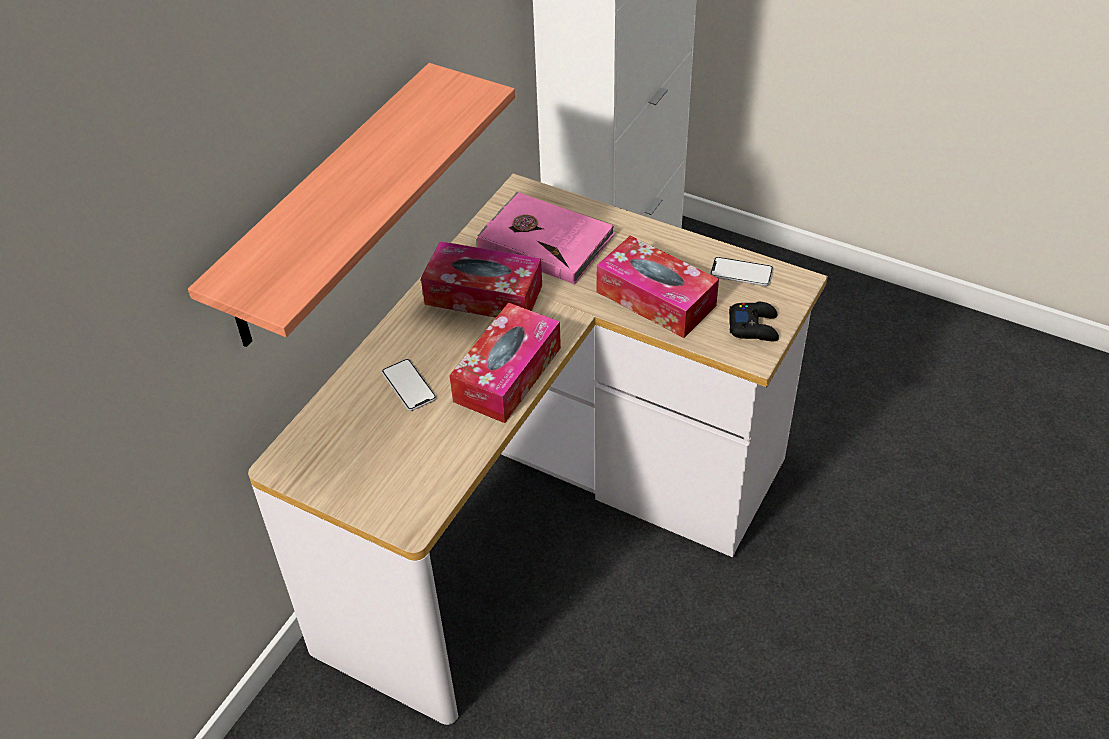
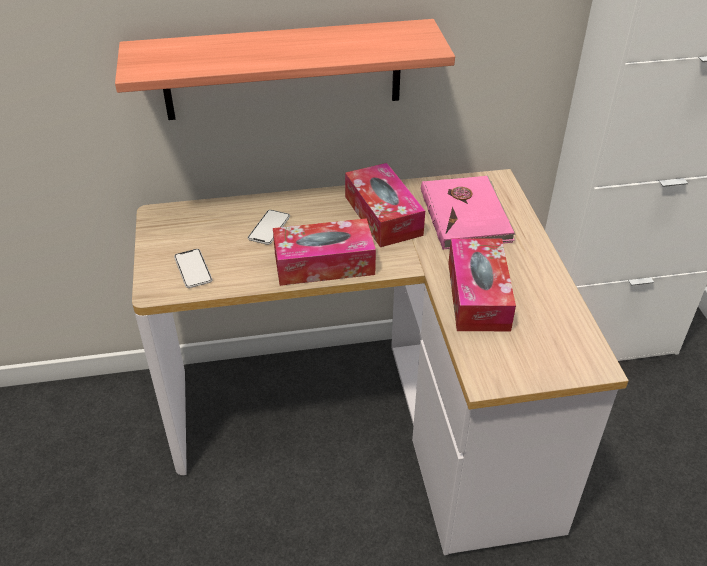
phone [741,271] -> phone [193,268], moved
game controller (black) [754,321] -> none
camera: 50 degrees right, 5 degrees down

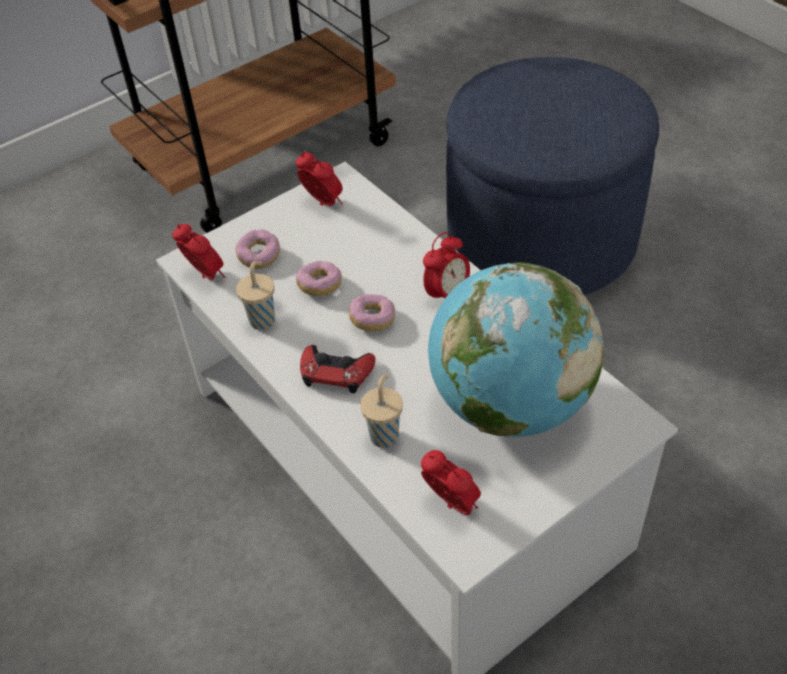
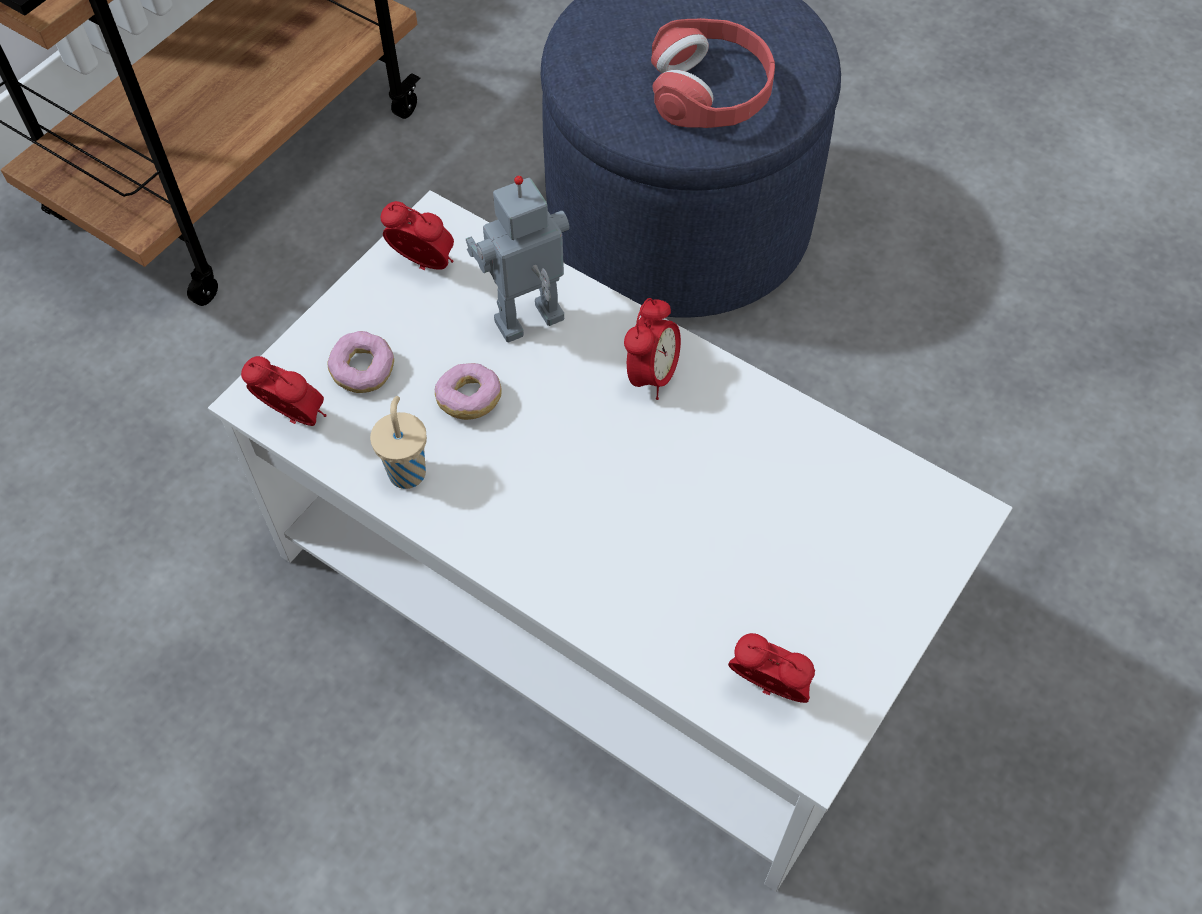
game controller (red) [338,369] -> none
donut [372,313] -> none
cup (beige) [381,411] -> none
globe [516,349] -> none
none -> toy robot [518,259]
none -> headphones (red) [713,73]
camera: 20 degrees left, 10 degrees up

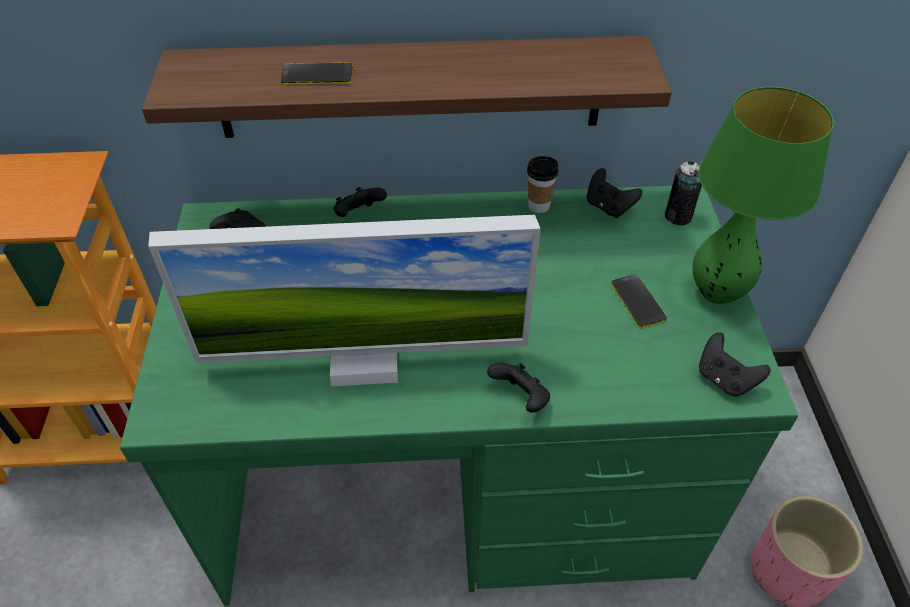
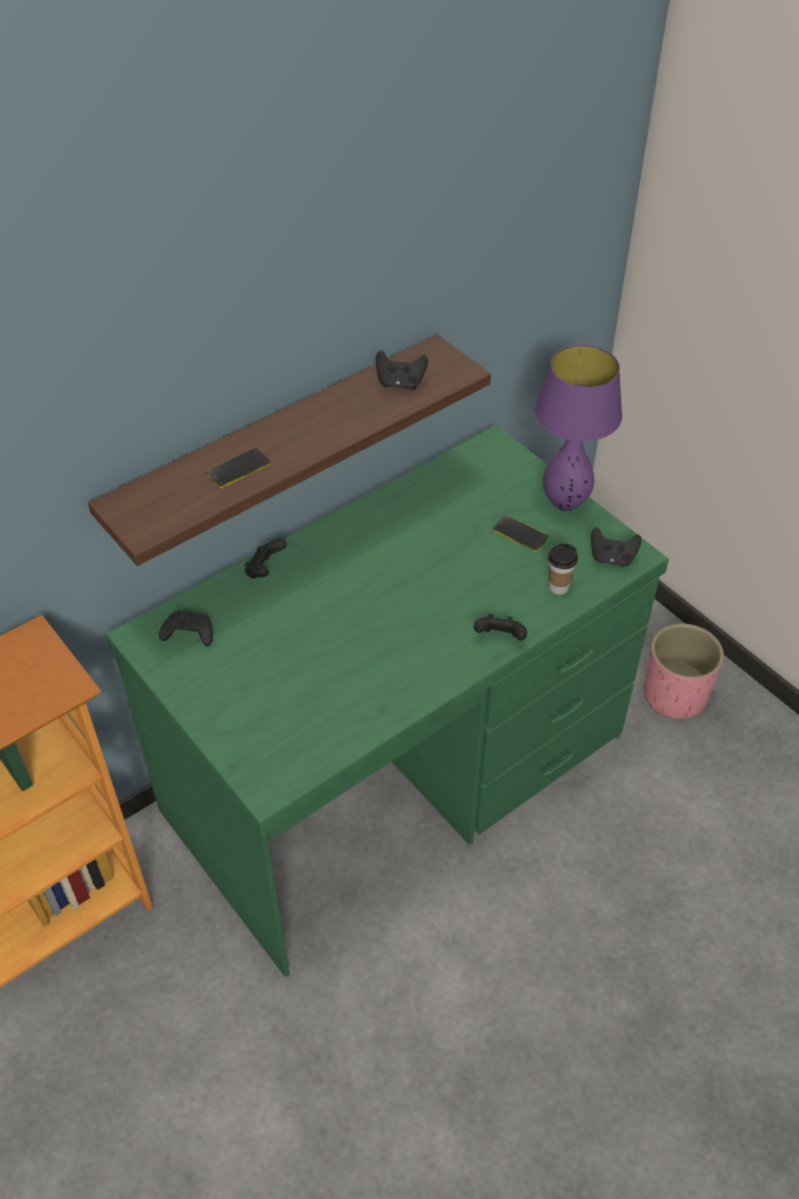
monitor [344,300] -> none
cup [543,184] -> cup [563,569], moved
game controller (black) [614,193] -> game controller (black) [402,370], moved
can [683,193] -> none
table lamp (green) [763,195] -> table lamp (purple) [578,428]
camera: 35 degrees left, 0 degrees up

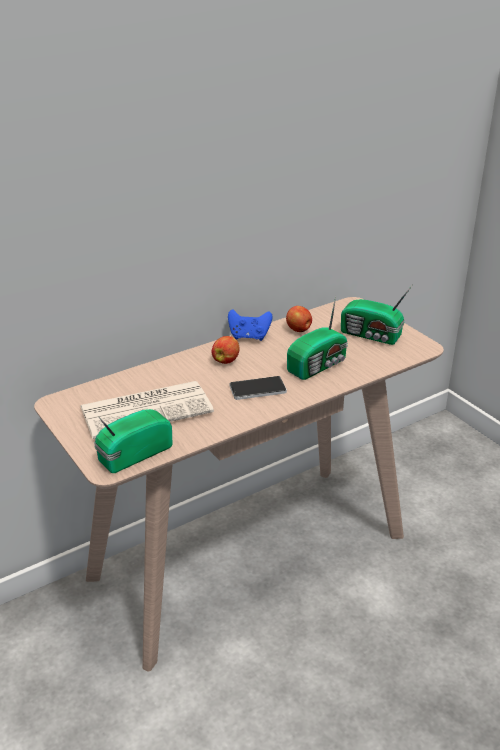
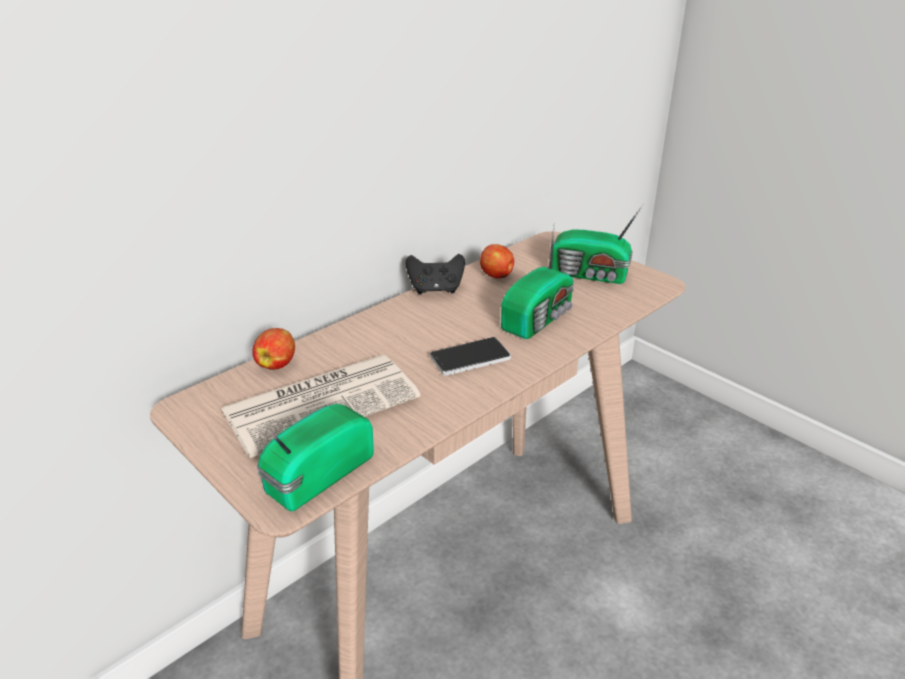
apple [226,350] -> apple [273,349], moved
game controller (blue) [250,325] -> game controller (black) [435,274]
camera: 10 degrees left, 0 degrees up

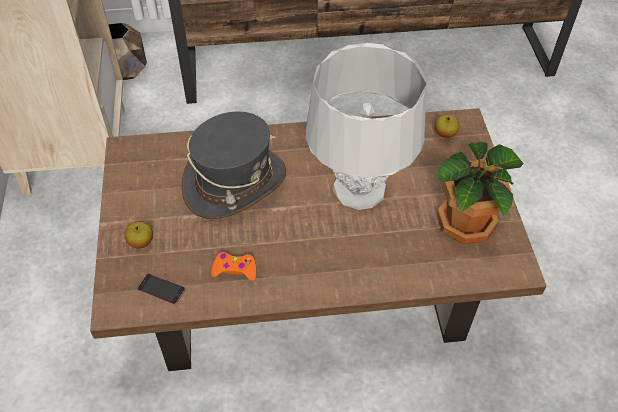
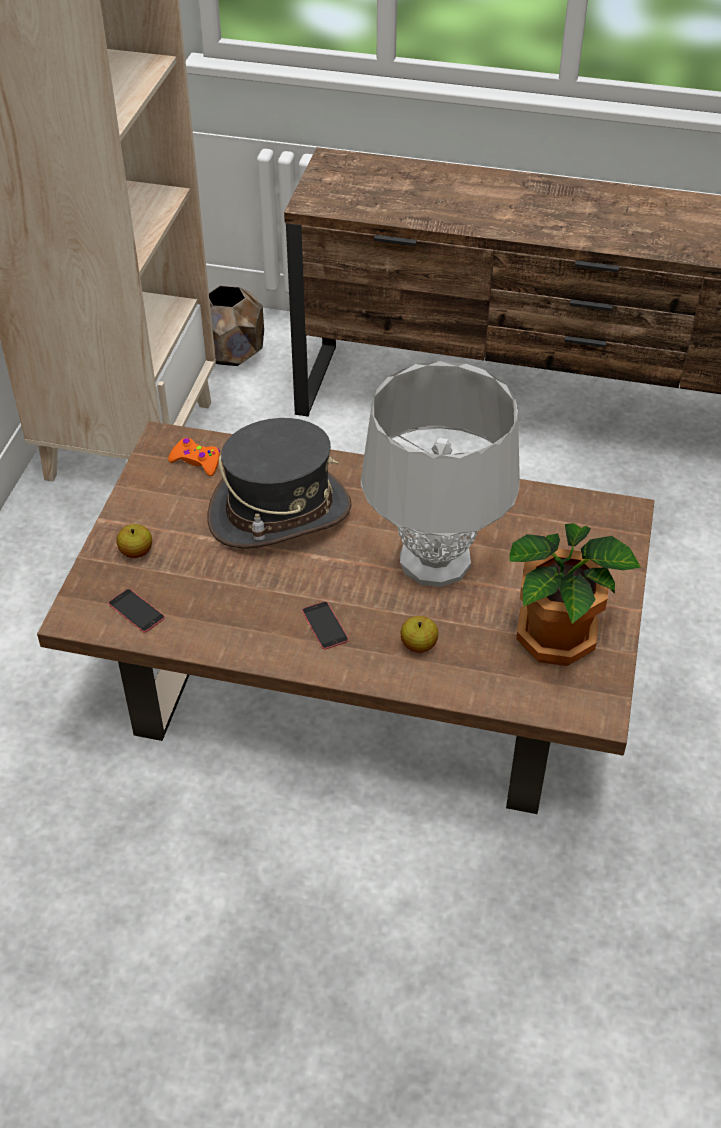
game controller (orange) [233,266] -> game controller (orange) [194,457], moved
apple [447,126] -> apple [419,634], moved
none -> phone [325,625]
camera: 20 degrees right, 5 degrees down

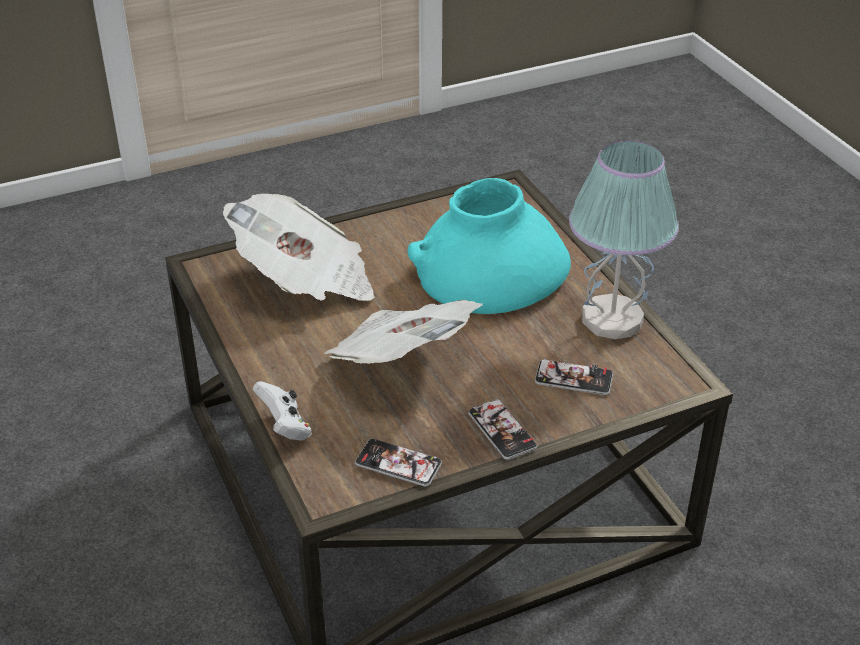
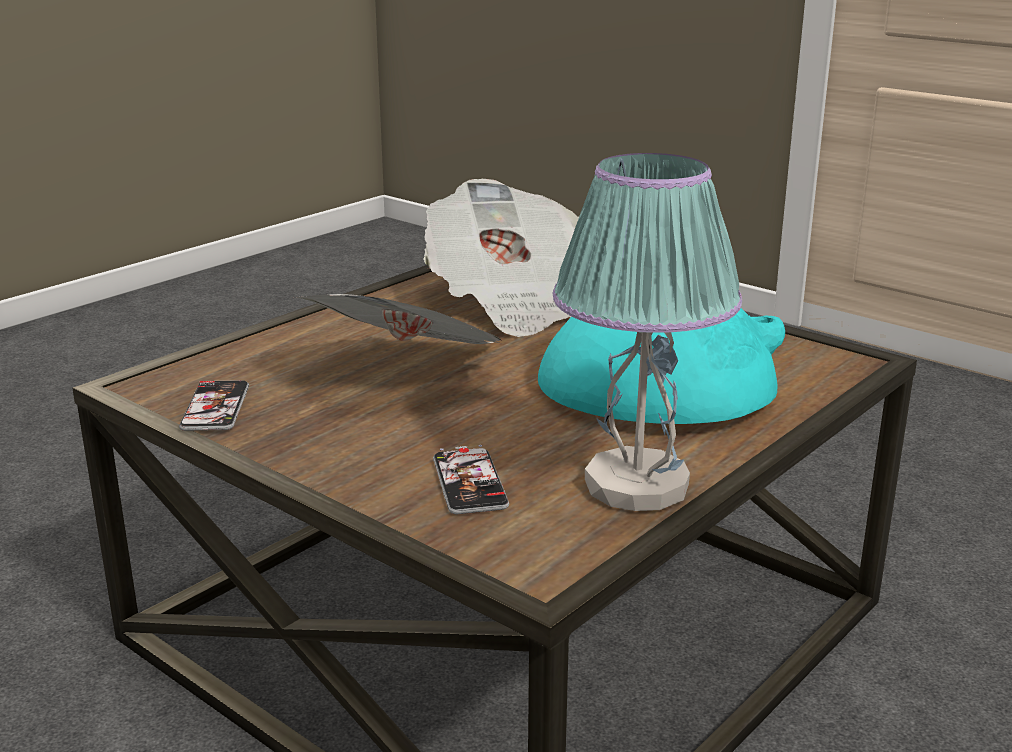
game controller (white) [282,411] -> none
phone [502,429] -> none
camera: 65 degrees right, 15 degrees down

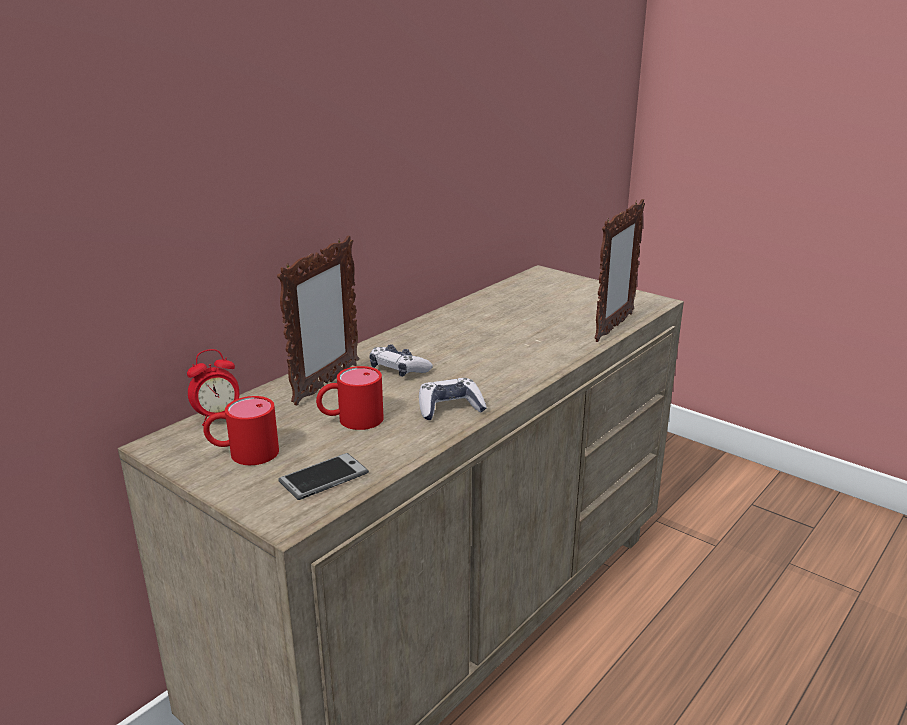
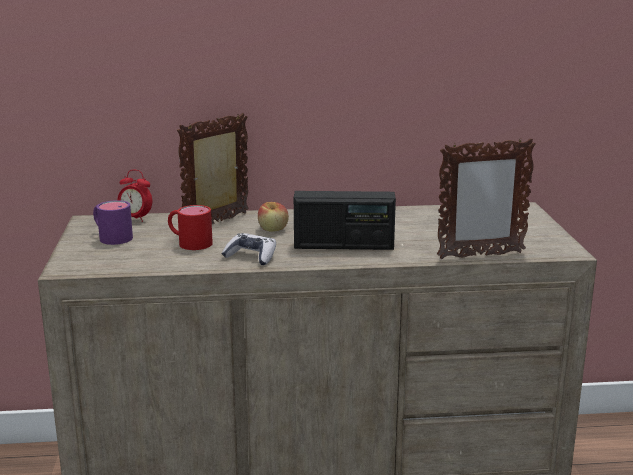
mug (red) [241,430] -> mug (purple) [113,222]
picture frame [318,320] -> picture frame [212,168], 150 degrees clockwise
phone [323,476] -> none
game controller [401,360] -> apple [273,216]
none -> radio [345,220]
camera: 45 degrees right, 5 degrees down

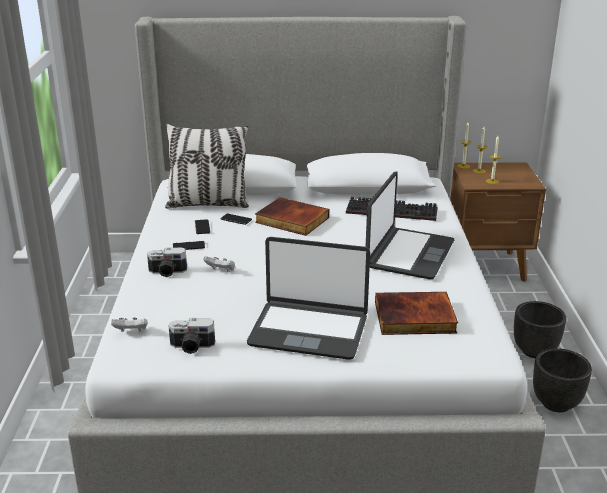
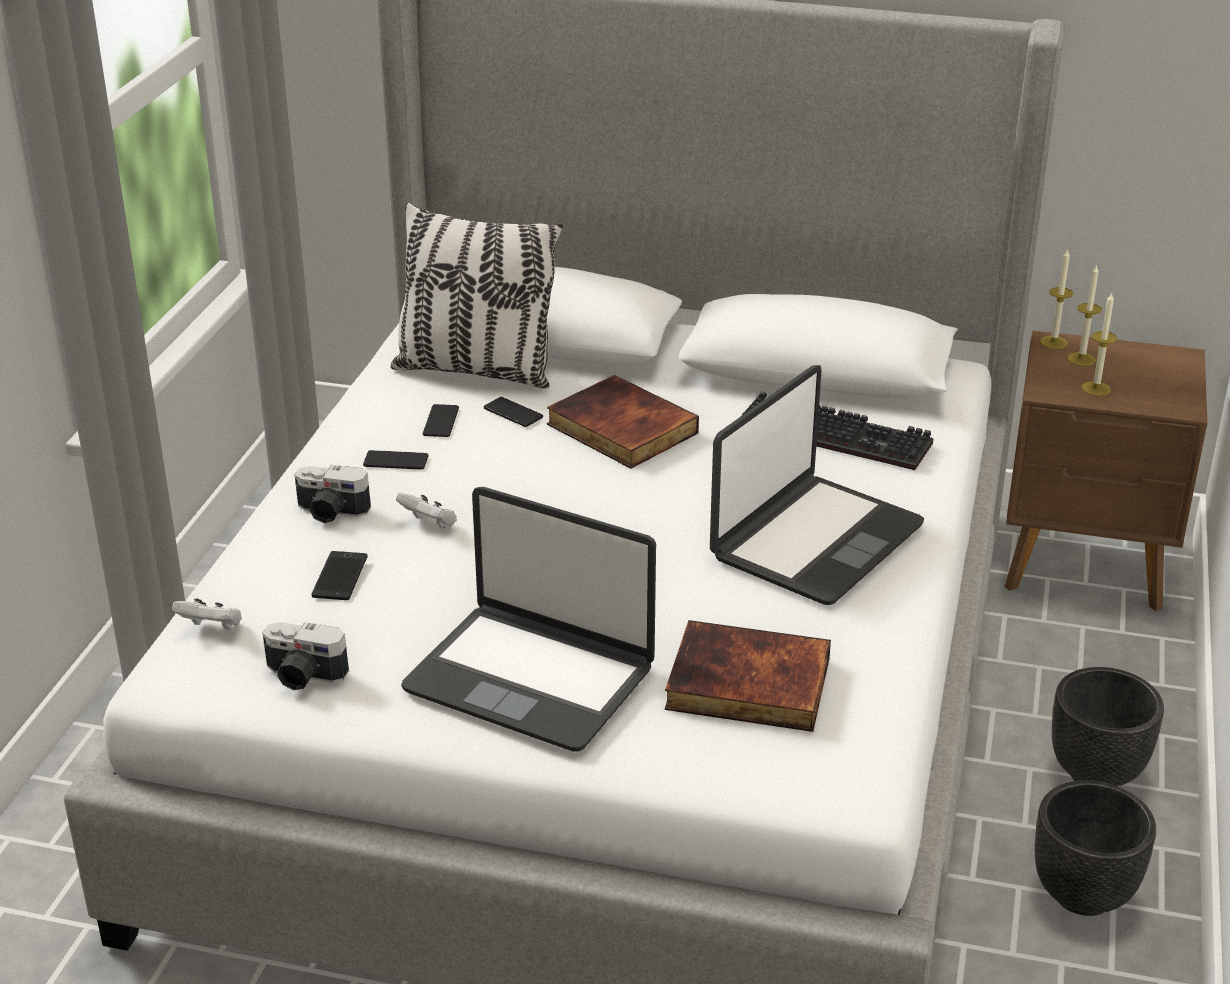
none -> phone [340,575]
camera: 15 degrees right, 5 degrees up

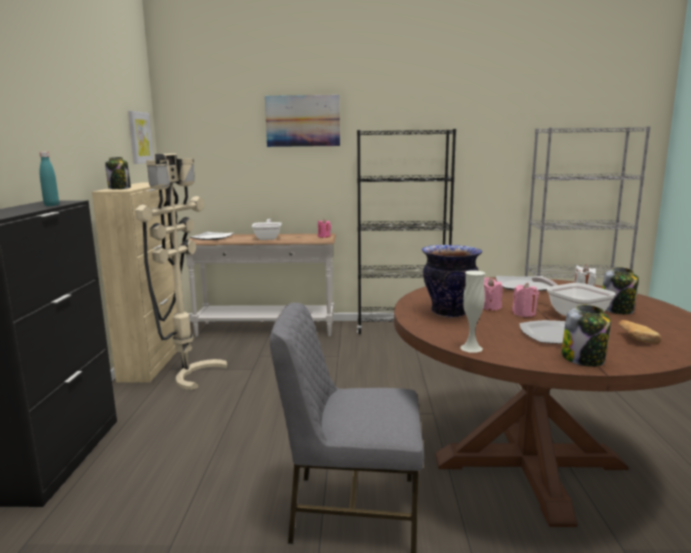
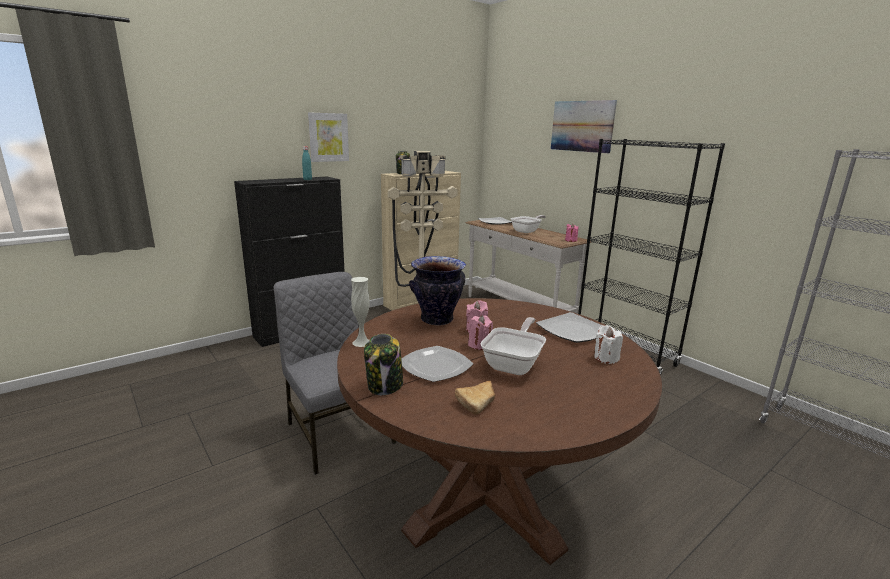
picture [140,137] -> picture [328,137], moved
jar [620,291] -> none
camera: 50 degrees right, 5 degrees up

